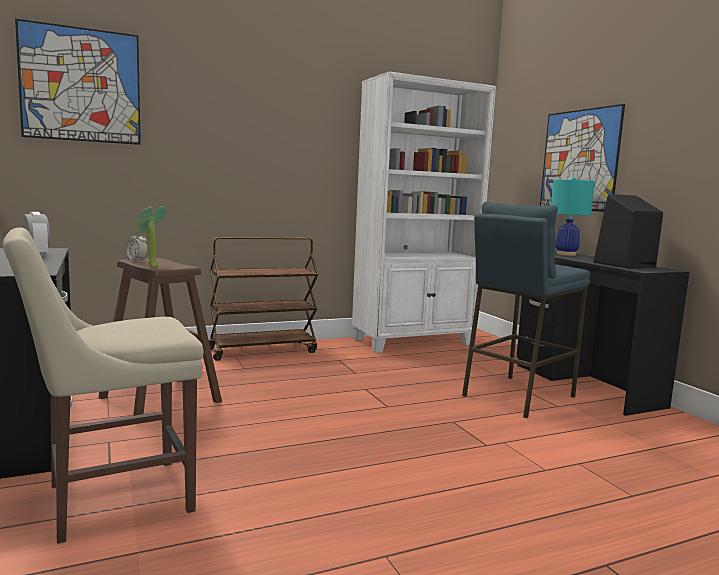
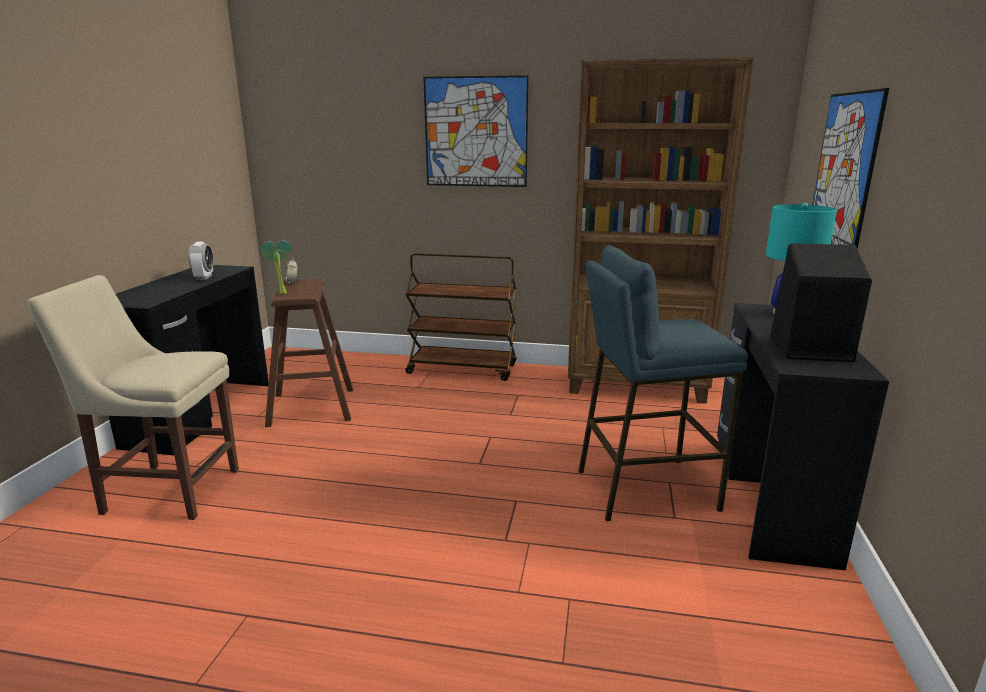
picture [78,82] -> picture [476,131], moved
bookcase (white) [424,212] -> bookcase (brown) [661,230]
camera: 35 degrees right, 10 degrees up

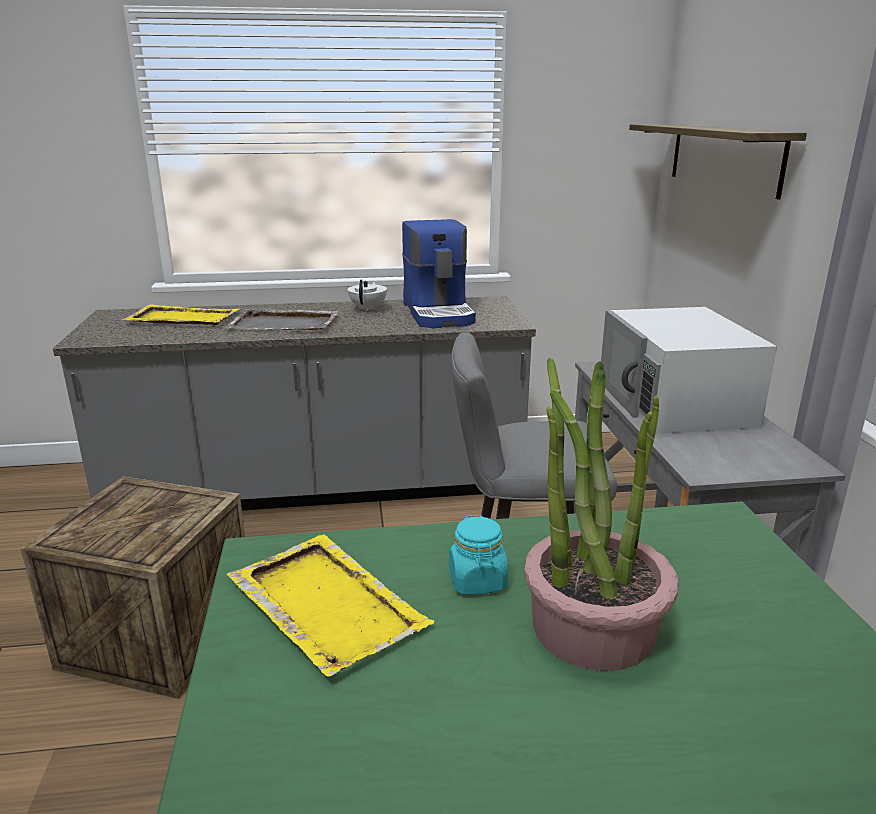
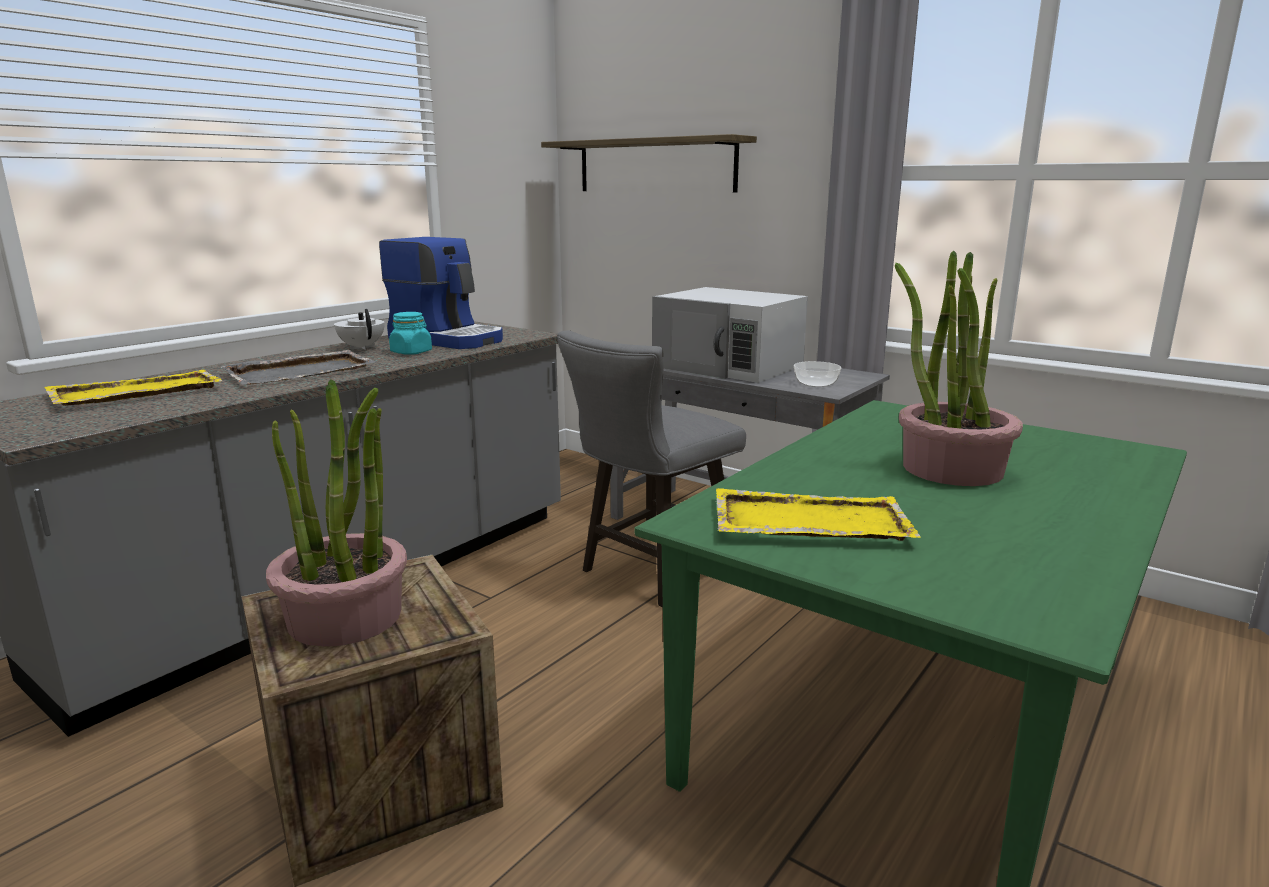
jar (turquoise) [478,555] -> jar (turquoise) [410,333], moved
none -> potted plant [336,513]
none -> bowl [817,374]
camera: 45 degrees left, 5 degrees down

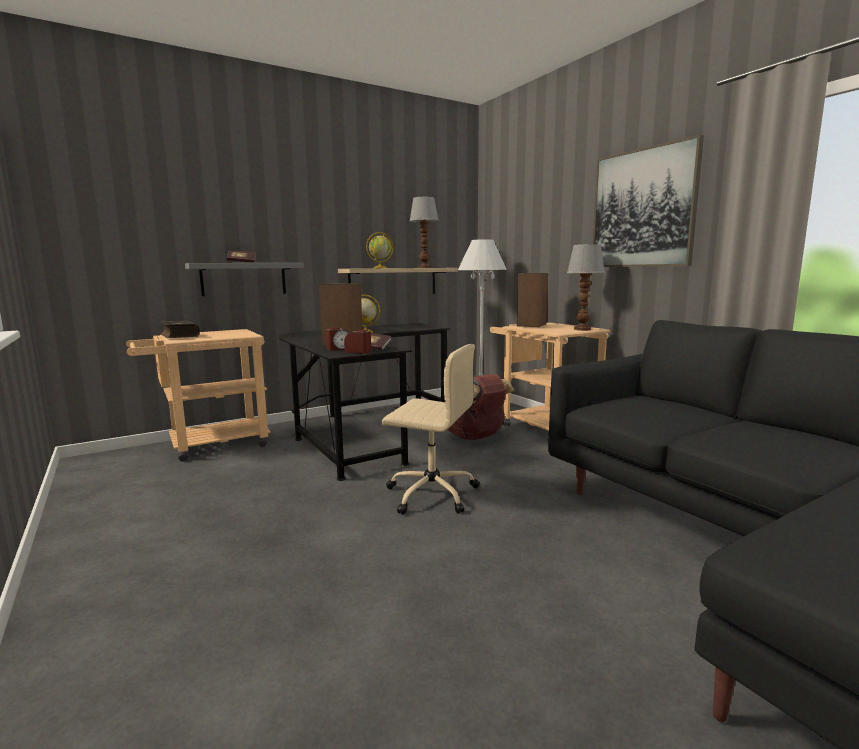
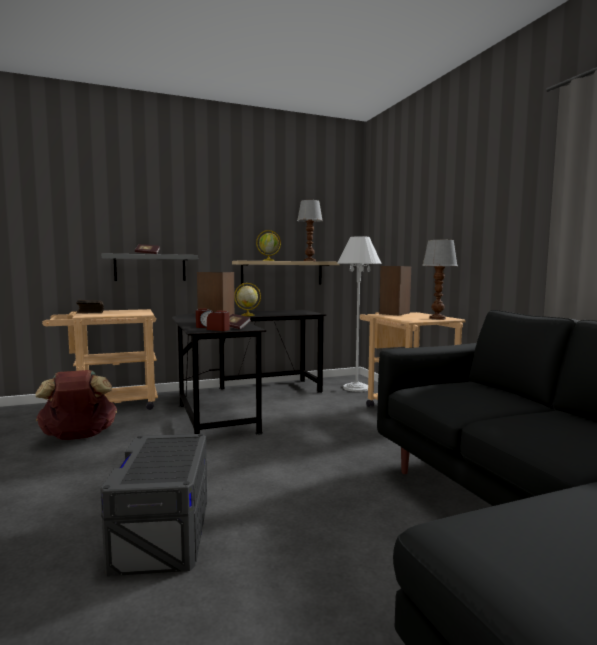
office chair (beige) [430,429] -> none
backpack (brown) [481,407] -> backpack (brown) [76,405], moved
picture [648,201] -> none
none -> storage box (grey) [154,505]
camera: 10 degrees right, 5 degrees down

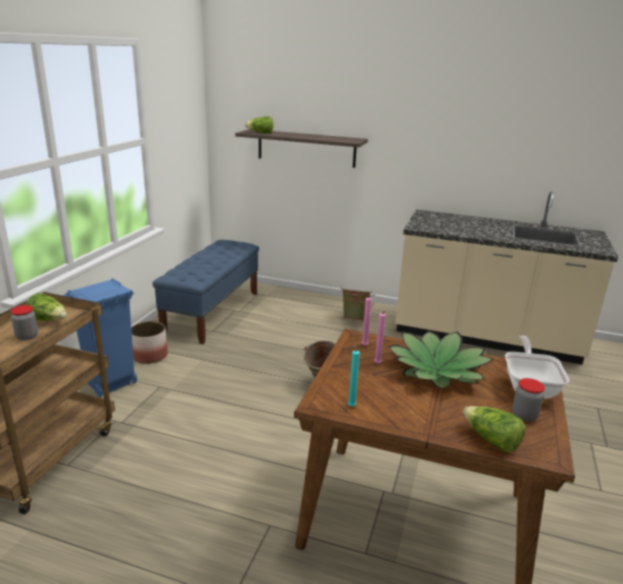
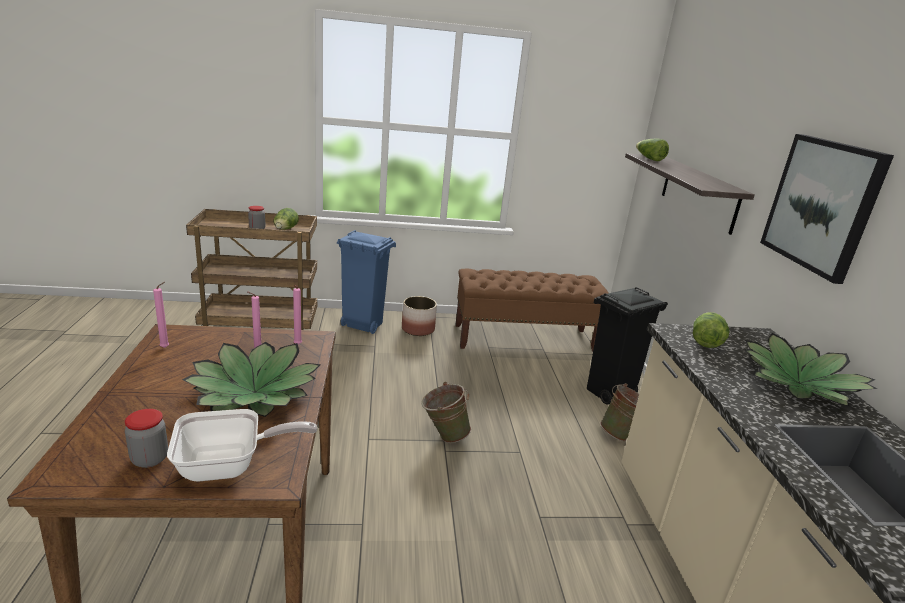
bench (blue) [205,292] -> bench (brown) [532,310]
candle (turquoise) [354,374] -> candle (pink) [161,315]
lettuce [494,429] -> lettuce [711,330], moved
none -> trash can (black) [627,346]
none -> potted plant [810,369]
none -> picture [827,209]
camera: 65 degrees right, 0 degrees up

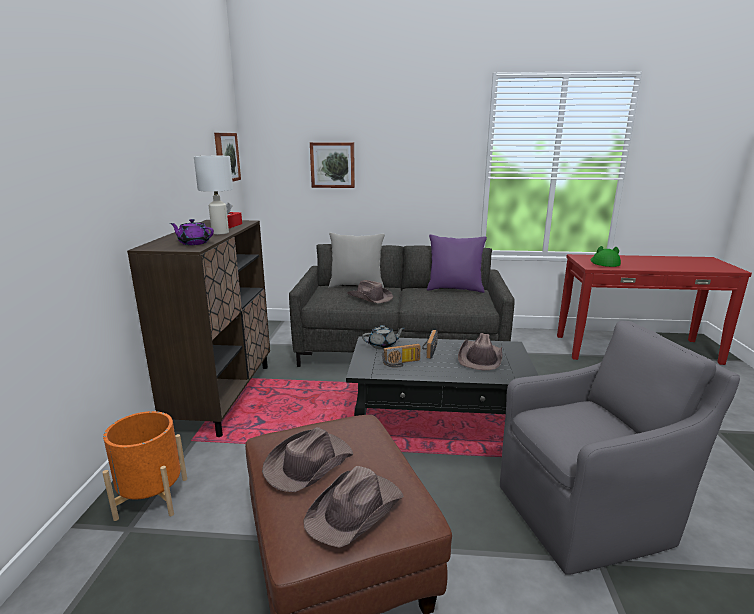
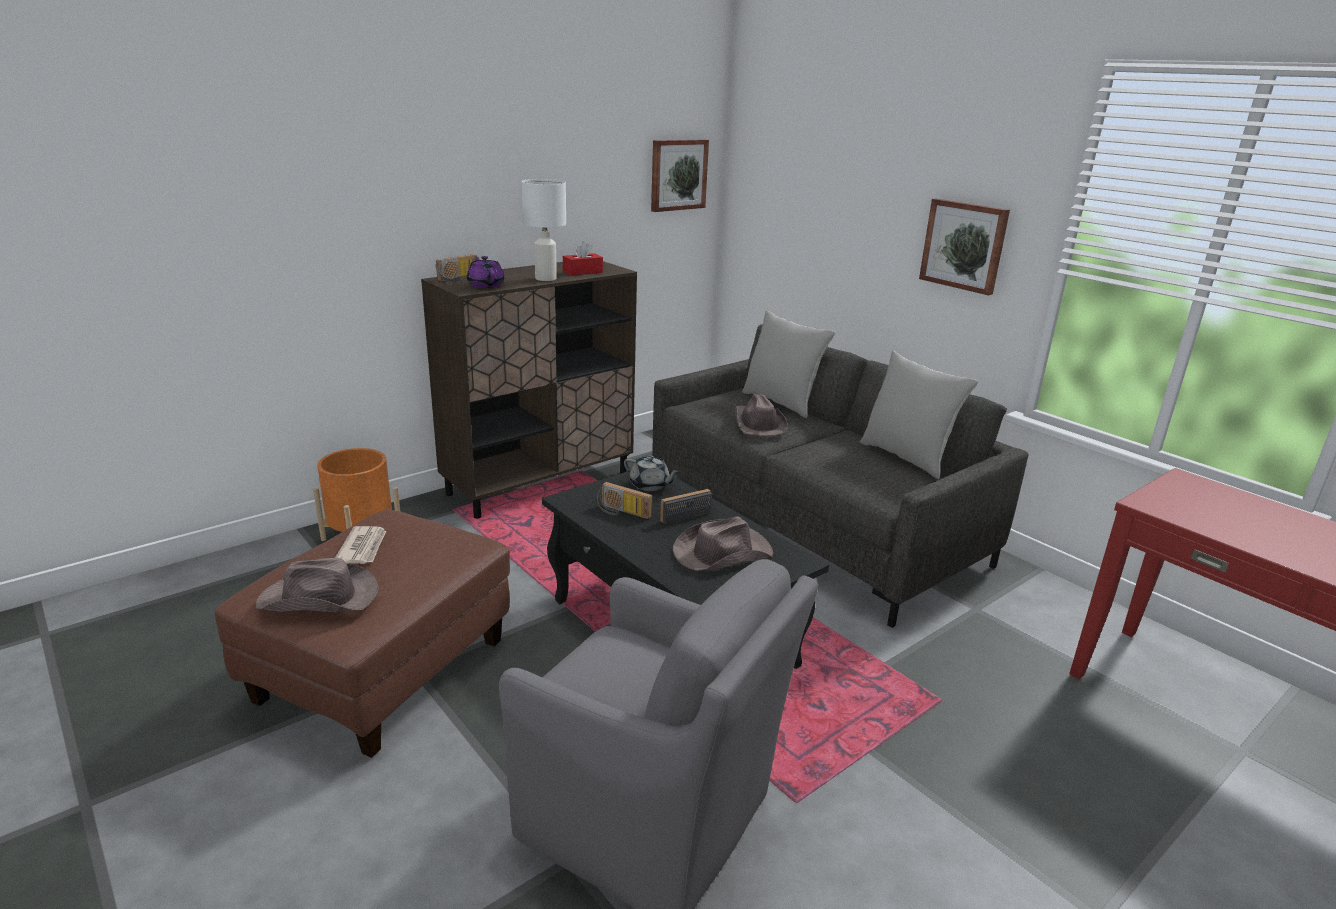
hat (brown) [307,459] -> newspaper [360,545]
picture [332,165] -> picture [964,246], moved
pillow (purple) [457,263] -> pillow (grey) [919,415]
hat (green) [606,256] -> none
none -> radio [456,268]
camera: 45 degrees right, 5 degrees up

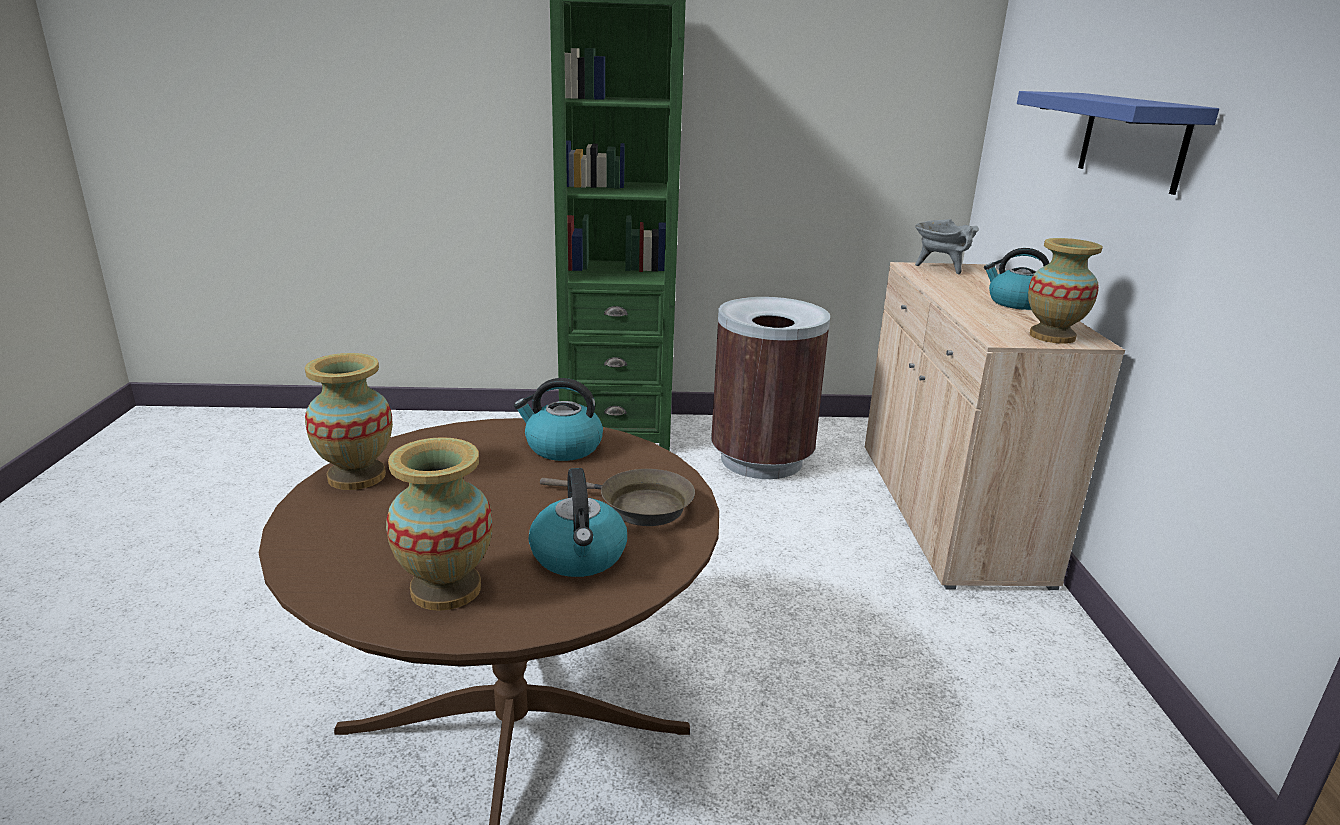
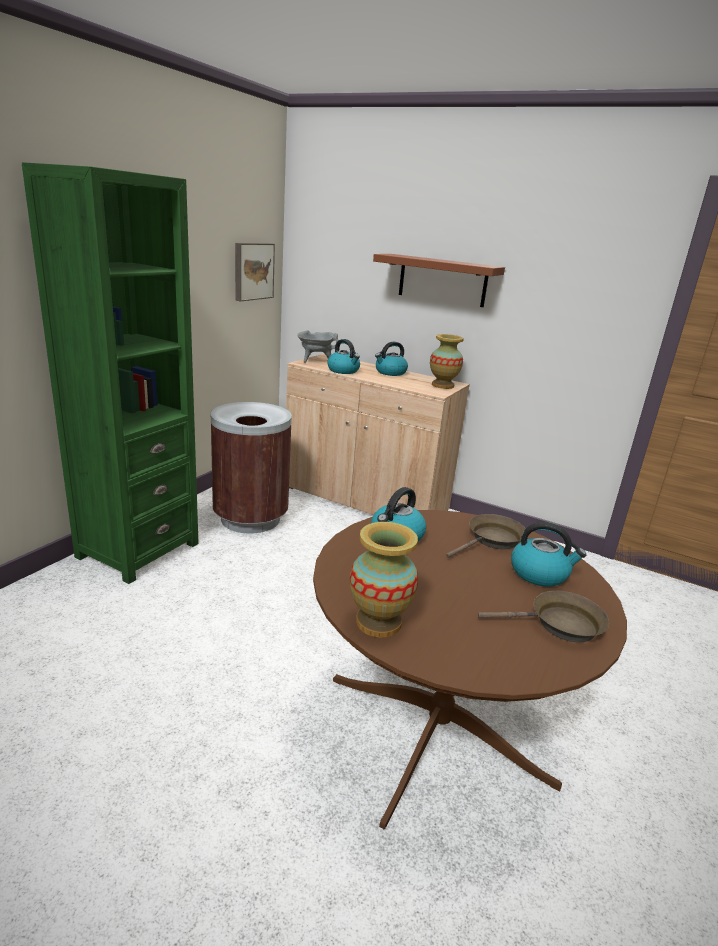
vase [439,524] -> frying pan (brown) [543,616]
shelf (blue) [1118,143] -> shelf (brown) [439,280]
none -> picture [255,272]
none -> kettle [343,356]
camera: 60 degrees left, 0 degrees up

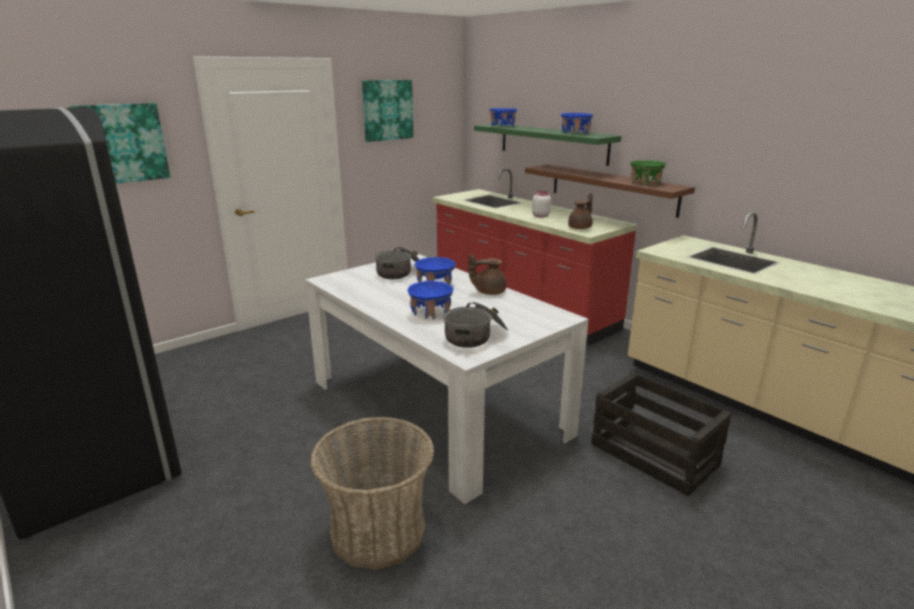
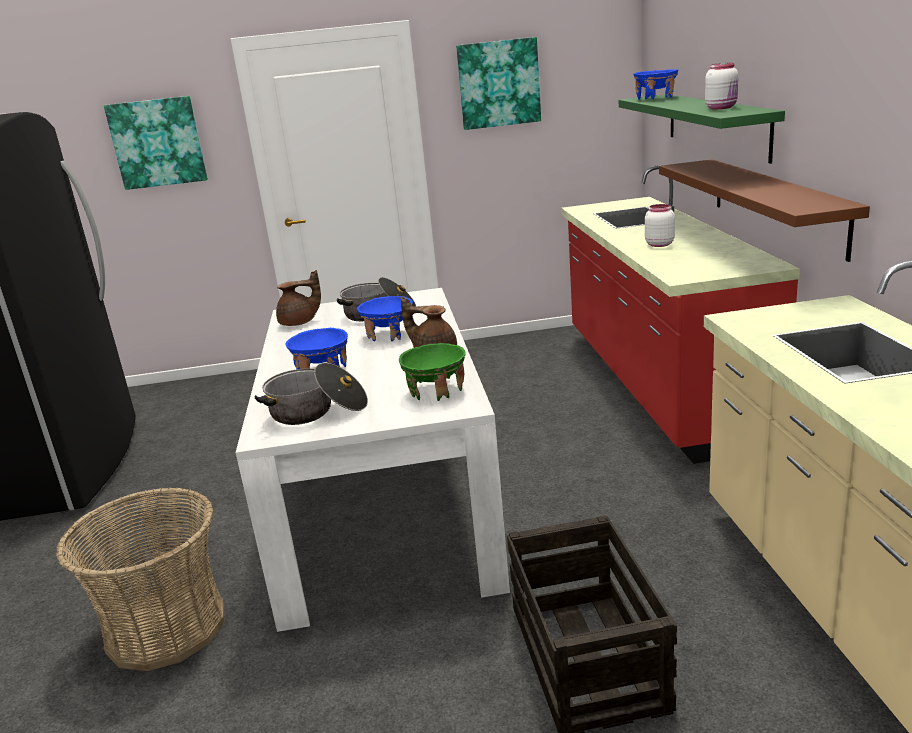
bowl (blue) [577,123] -> jar (white) [721,86]
teapot (brown) [580,211] -> teapot (brown) [298,298], moved
bowl (green) [648,172] -> bowl (green) [432,372], moved
camera: 35 degrees right, 0 degrees up

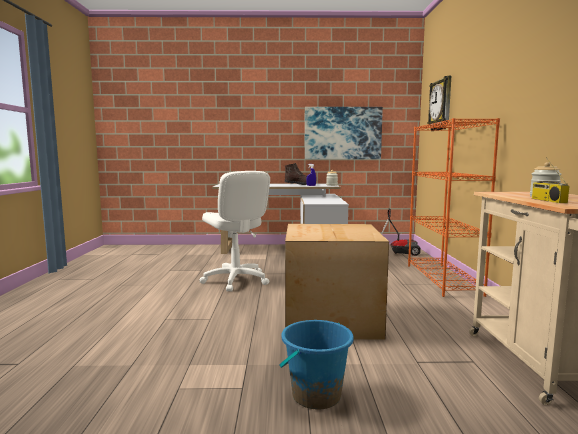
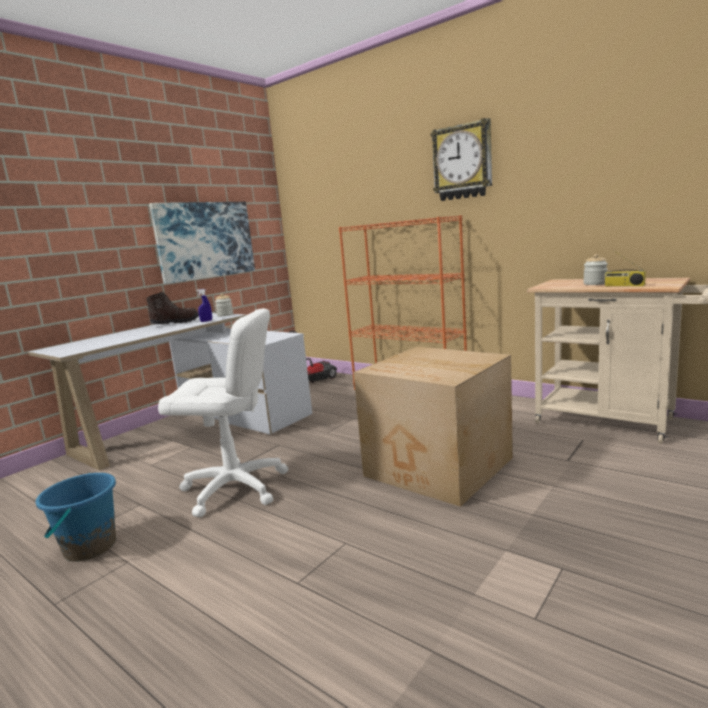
bucket (blue) [317,365] -> bucket (blue) [76,517], moved
wall clock [439,103] -> wall clock [461,159], moved
camera: 50 degrees left, 5 degrees up

